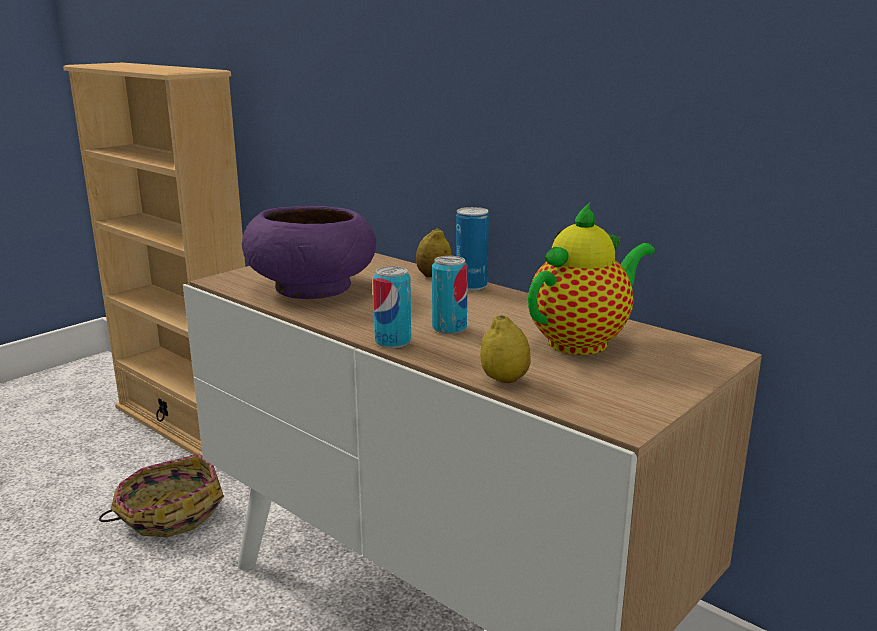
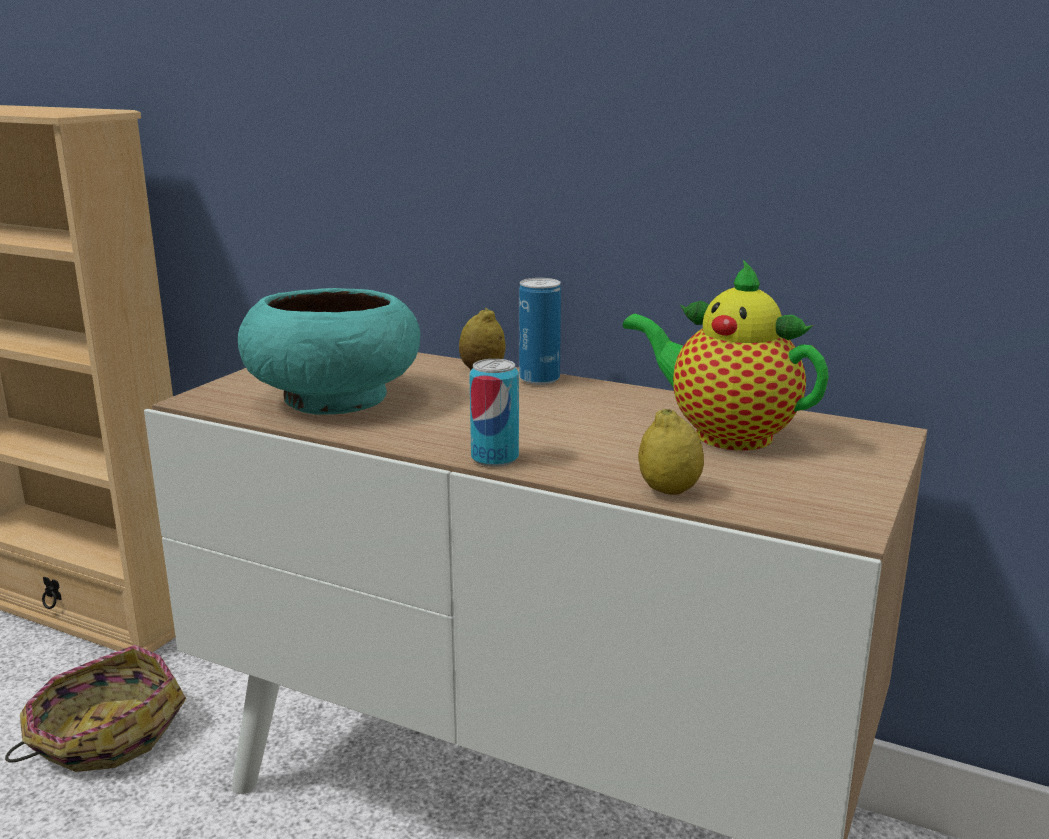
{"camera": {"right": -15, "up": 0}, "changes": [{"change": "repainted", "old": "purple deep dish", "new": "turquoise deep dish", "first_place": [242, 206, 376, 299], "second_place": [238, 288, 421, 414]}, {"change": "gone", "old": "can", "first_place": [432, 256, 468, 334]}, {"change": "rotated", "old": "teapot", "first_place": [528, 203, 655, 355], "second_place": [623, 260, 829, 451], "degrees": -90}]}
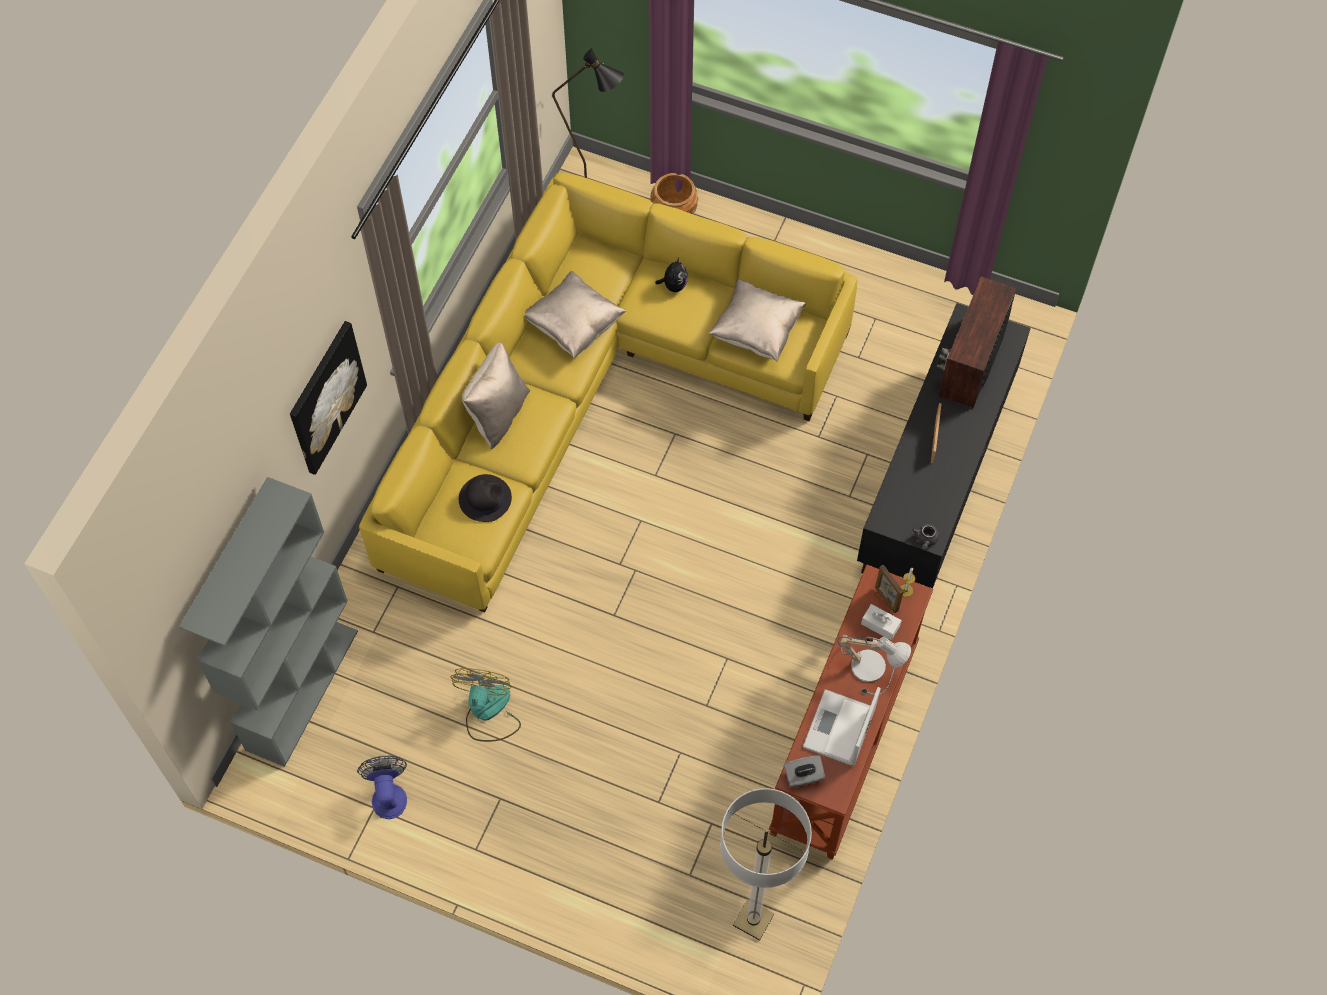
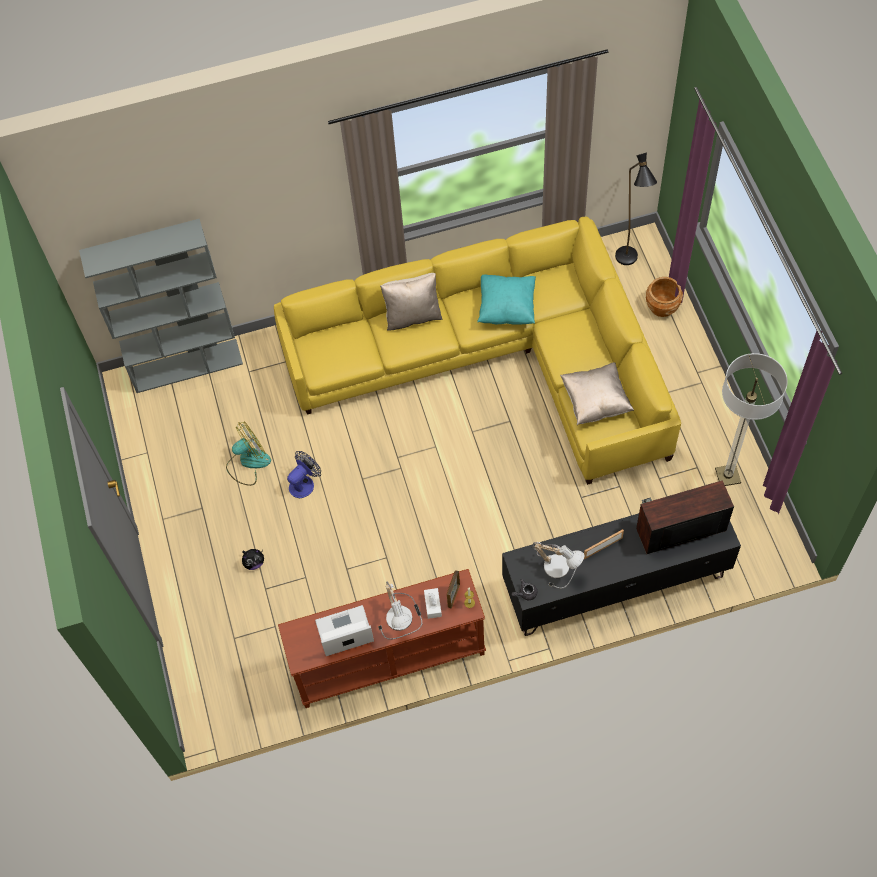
{"camera": {"right": 55, "up": 0}, "changes": [{"change": "gone", "old": "picture", "first_place": [290, 321, 367, 475]}, {"change": "shifted", "old": "electric fan", "first_place": [357, 756, 407, 819], "second_place": [287, 451, 321, 498]}, {"change": "gone", "old": "black-coloured clothing hat", "first_place": [459, 474, 512, 522]}, {"change": "repainted", "old": "beige-coloured cushion", "new": "turquoise cushion", "first_place": [525, 271, 626, 359], "second_place": [477, 274, 536, 325]}, {"change": "shifted", "old": "soft toy", "first_place": [655, 258, 688, 292], "second_place": [242, 549, 264, 570]}, {"change": "shifted", "old": "standard lamp", "first_place": [720, 788, 812, 941], "second_place": [715, 353, 788, 486]}, {"change": "gone", "old": "gray tissue holder", "first_place": [784, 755, 825, 788]}, {"change": "new", "new": "lamp for a table", "second_place": [533, 542, 584, 589]}]}
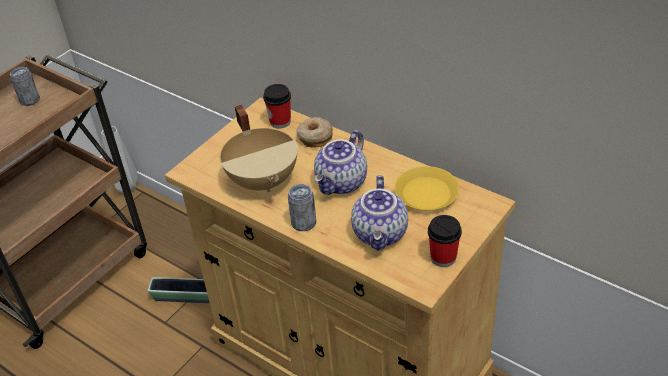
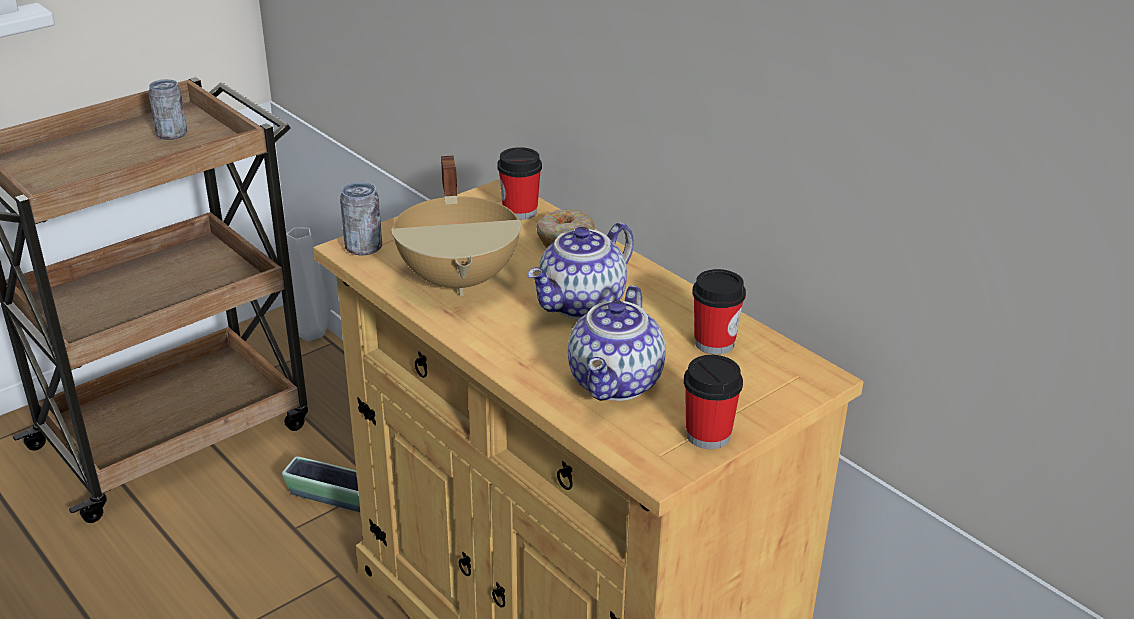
{"camera": {"right": 10, "up": -10}, "changes": [{"change": "shifted", "old": "can", "first_place": [288, 184, 316, 231], "second_place": [340, 182, 382, 256]}, {"change": "swapped", "old": "yellow-coloured plate", "new": "drinking cup", "first_place": [395, 166, 459, 211], "second_place": [692, 269, 746, 355]}]}
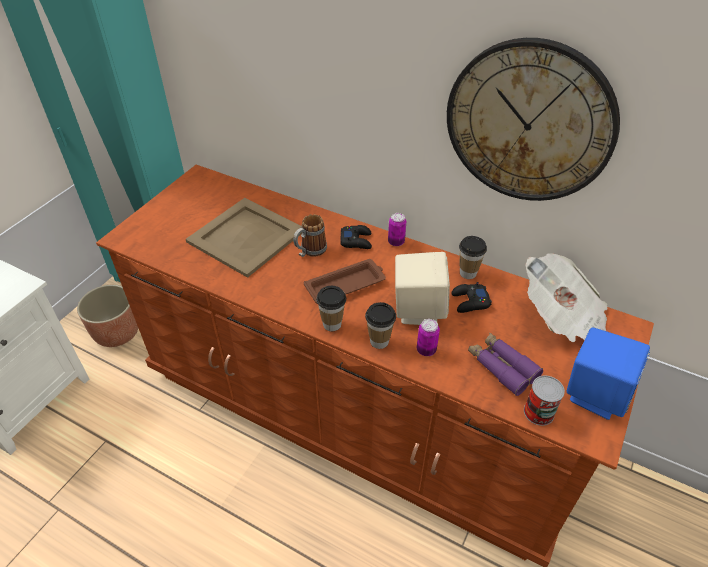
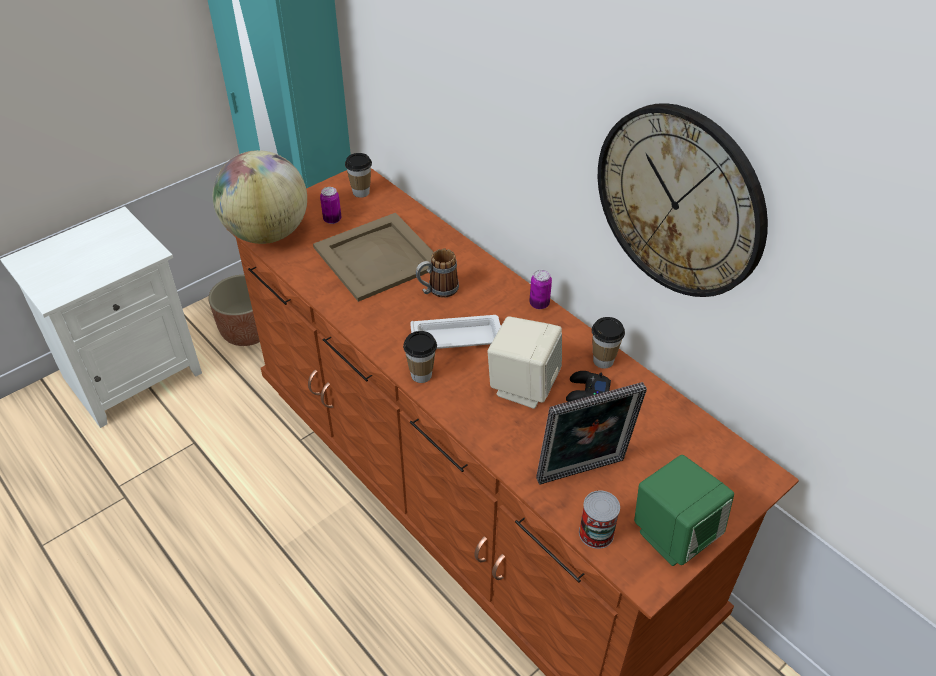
{"camera": {"right": 20, "up": 0}, "changes": [{"change": "repainted", "old": "brownish carrying tray", "new": "whitish carrying tray", "first_place": [304, 259, 386, 304], "second_place": [410, 315, 502, 349]}, {"change": "gone", "old": "black-coloured game controller", "first_place": [340, 225, 372, 249]}, {"change": "shifted", "old": "drinking cup", "first_place": [365, 302, 396, 349], "second_place": [345, 153, 372, 198]}, {"change": "shifted", "old": "can", "first_place": [417, 319, 440, 356], "second_place": [320, 187, 341, 224]}, {"change": "swapped", "old": "purple binoculars", "new": "picture frame", "first_place": [468, 332, 543, 396], "second_place": [536, 382, 647, 485]}, {"change": "gone", "old": "printed paper", "first_place": [525, 253, 608, 342]}, {"change": "repainted", "old": "blue loudspeaker", "new": "greenish loudspeaker", "first_place": [567, 327, 650, 420], "second_place": [634, 455, 734, 566]}, {"change": "new", "new": "world globe", "second_place": [213, 150, 307, 244]}]}
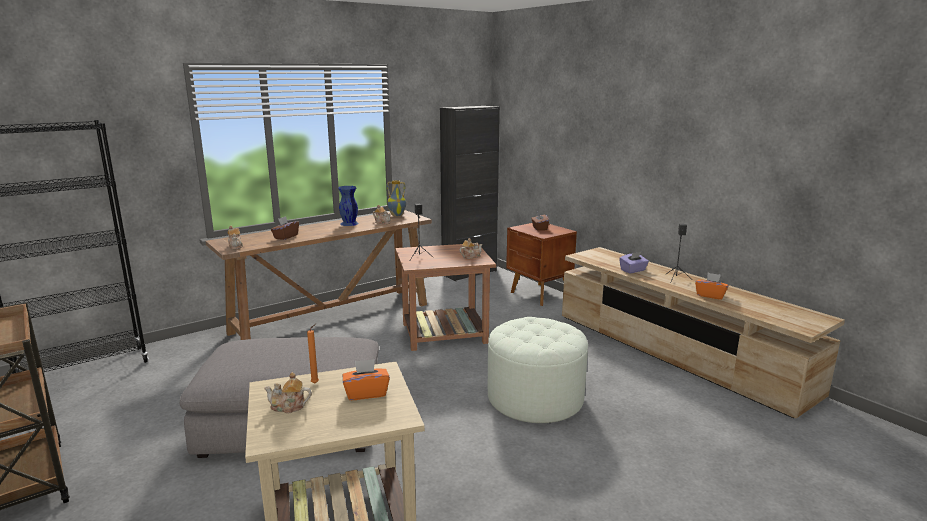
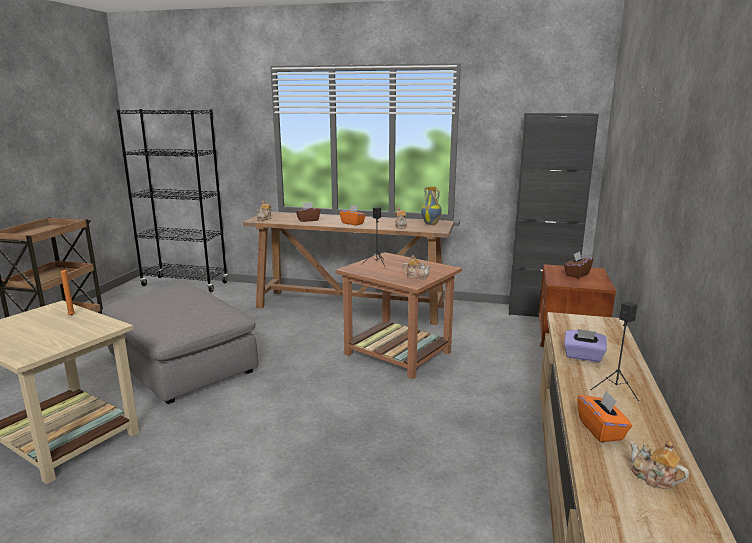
{"camera": {"right": 50, "up": 0}, "changes": [{"change": "shifted", "old": "teapot", "first_place": [264, 372, 312, 413], "second_place": [630, 440, 689, 489]}, {"change": "gone", "old": "blue flower vase", "first_place": [338, 186, 359, 226]}, {"change": "shifted", "old": "orange-coloured tissue holder", "first_place": [343, 359, 390, 400], "second_place": [339, 205, 366, 226]}, {"change": "gone", "old": "whitish footrest", "first_place": [488, 317, 588, 423]}]}
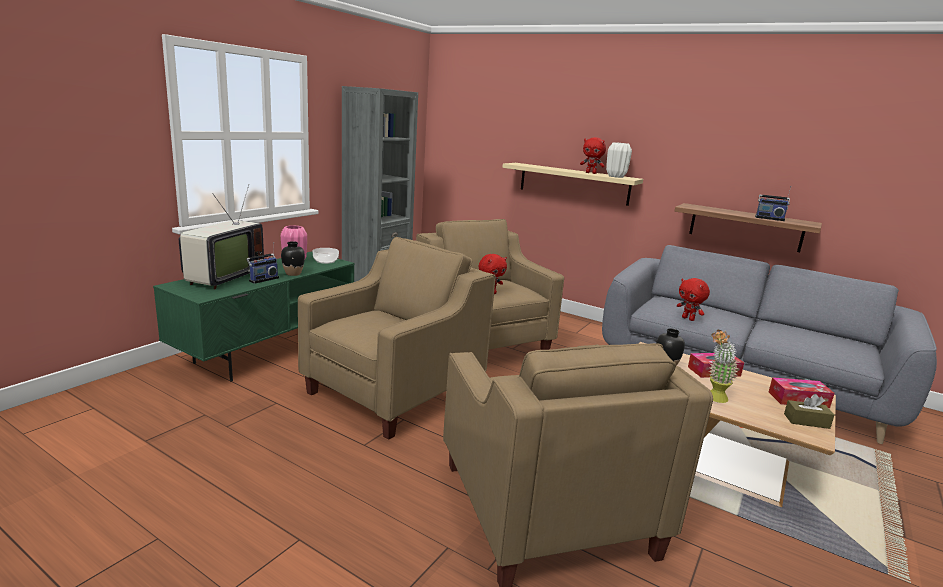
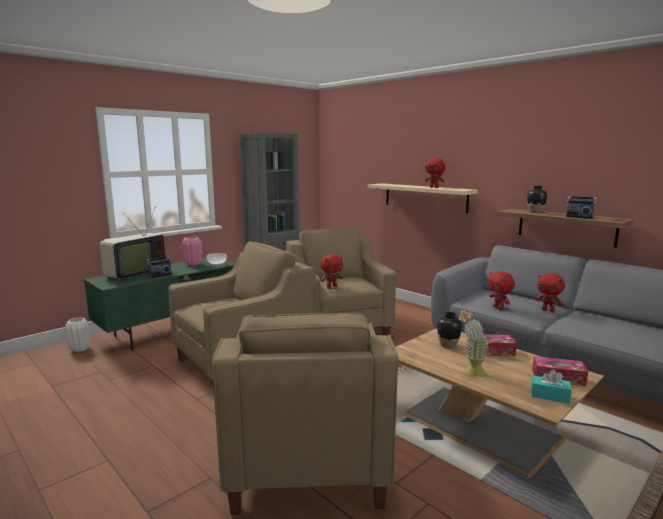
{"camera": {"right": 15, "up": -5}, "changes": [{"change": "shifted", "old": "black-coloured flower vase", "first_place": [281, 241, 305, 276], "second_place": [527, 186, 547, 213]}, {"change": "shifted", "old": "whitish flower vase", "first_place": [606, 142, 632, 178], "second_place": [65, 318, 90, 352]}, {"change": "repainted", "old": "brownish tissue holder", "new": "turquoise tissue holder", "first_place": [784, 394, 834, 429], "second_place": [532, 369, 572, 404]}, {"change": "new", "new": "reddish soft toy", "second_place": [535, 273, 565, 312]}]}
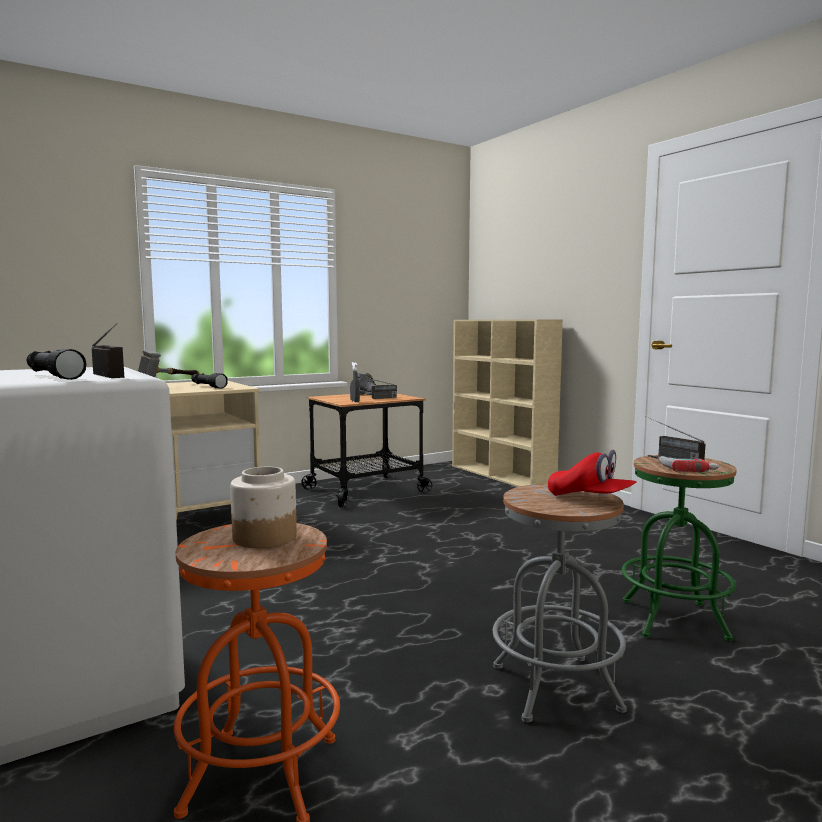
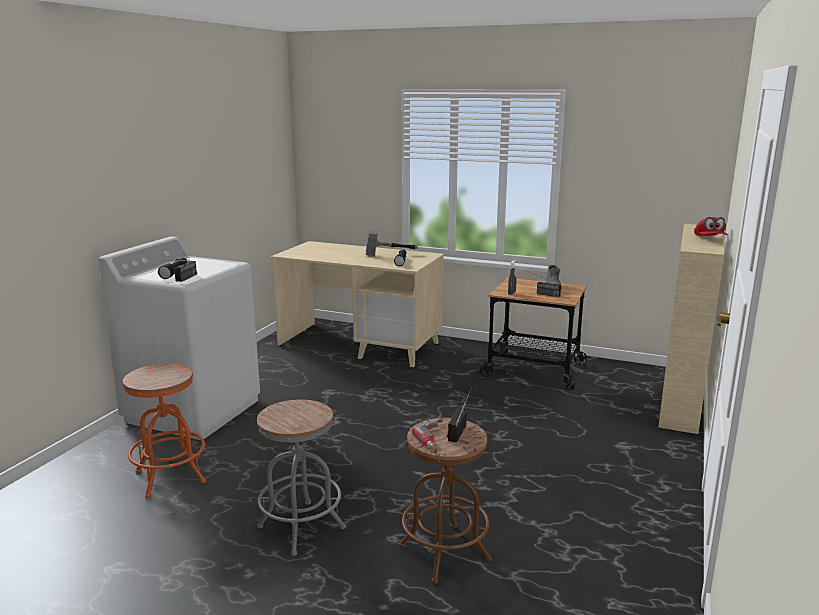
{"camera": {"right": 55, "up": 10}, "changes": [{"change": "gone", "old": "storage jar", "first_place": [230, 467, 297, 548]}, {"change": "shifted", "old": "reddish peaked cap", "first_place": [548, 450, 637, 496], "second_place": [694, 217, 728, 236]}, {"change": "repainted", "old": "greenish stool seat", "new": "brownish stool seat", "first_place": [622, 455, 737, 641], "second_place": [400, 418, 492, 584]}]}
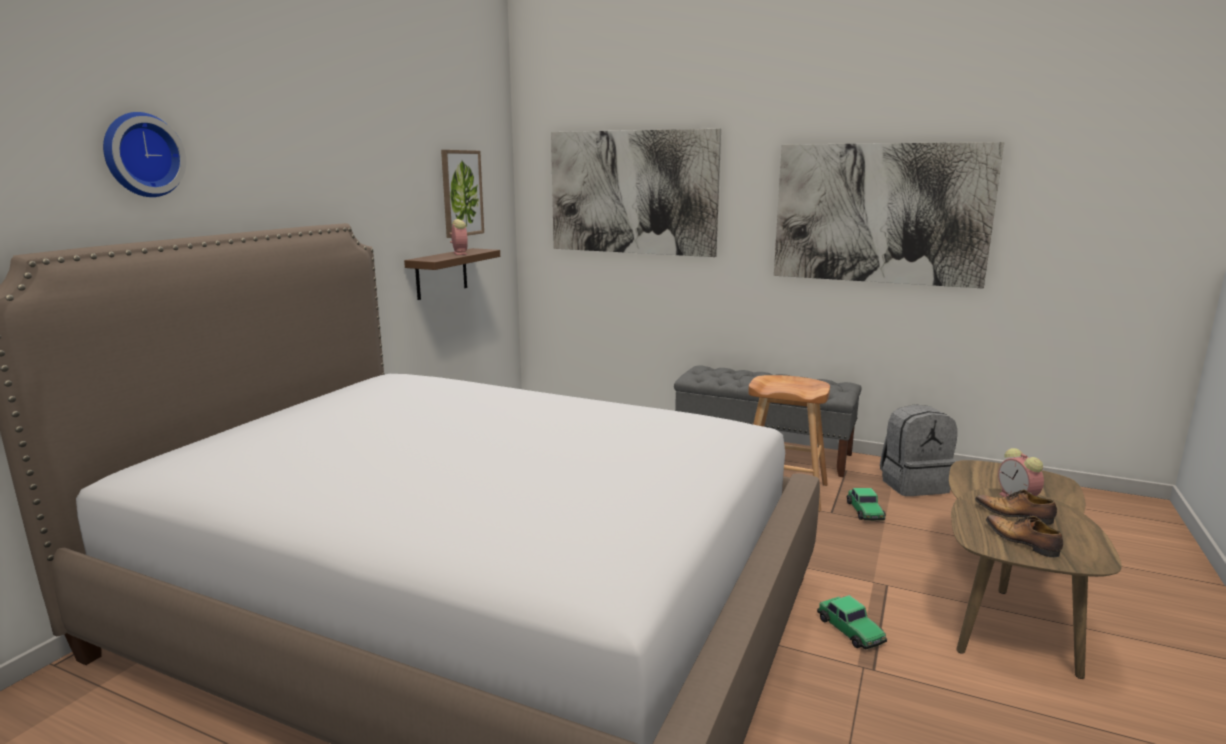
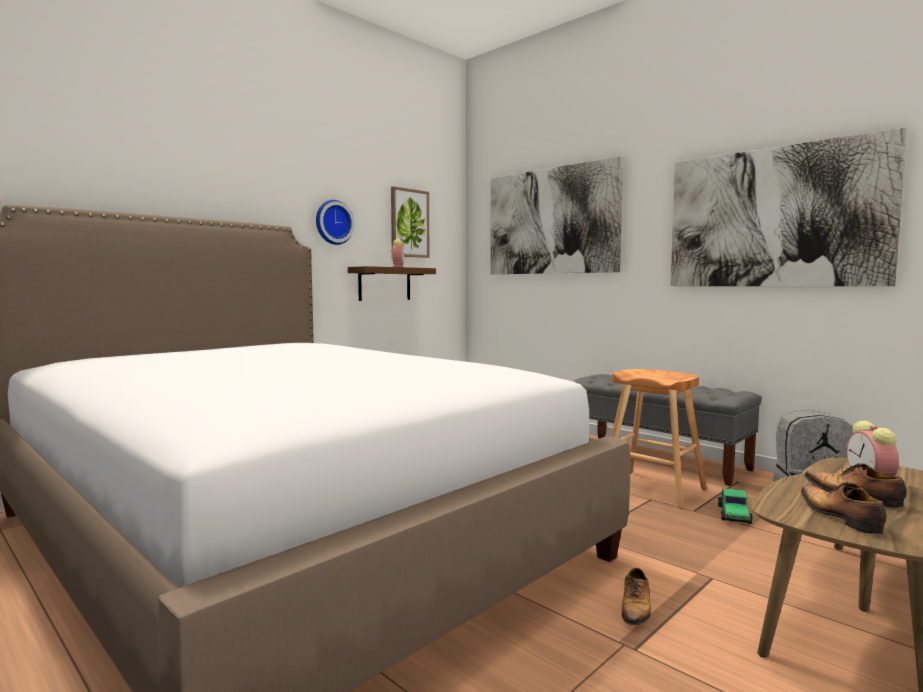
{"camera": {"right": 20, "up": -10}, "changes": [{"change": "shifted", "old": "wall clock", "first_place": [103, 112, 186, 197], "second_place": [316, 200, 354, 245]}, {"change": "swapped", "old": "model car", "new": "shoe", "first_place": [817, 595, 887, 649], "second_place": [622, 568, 651, 625]}]}
